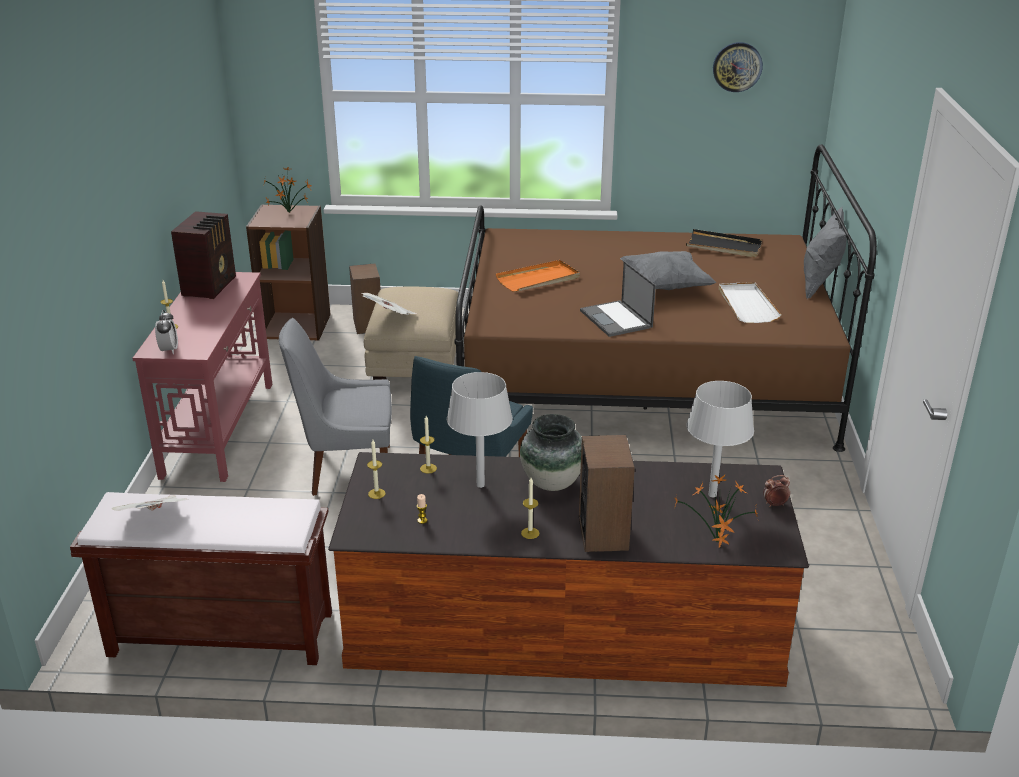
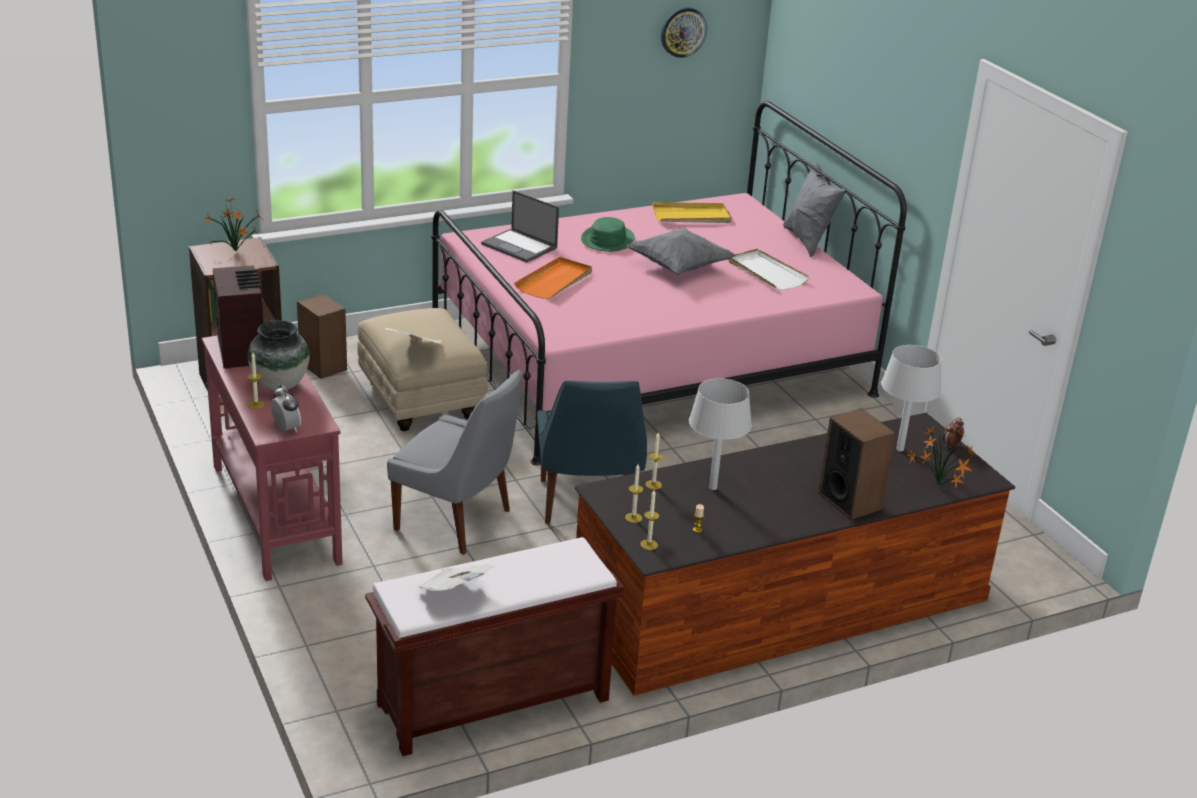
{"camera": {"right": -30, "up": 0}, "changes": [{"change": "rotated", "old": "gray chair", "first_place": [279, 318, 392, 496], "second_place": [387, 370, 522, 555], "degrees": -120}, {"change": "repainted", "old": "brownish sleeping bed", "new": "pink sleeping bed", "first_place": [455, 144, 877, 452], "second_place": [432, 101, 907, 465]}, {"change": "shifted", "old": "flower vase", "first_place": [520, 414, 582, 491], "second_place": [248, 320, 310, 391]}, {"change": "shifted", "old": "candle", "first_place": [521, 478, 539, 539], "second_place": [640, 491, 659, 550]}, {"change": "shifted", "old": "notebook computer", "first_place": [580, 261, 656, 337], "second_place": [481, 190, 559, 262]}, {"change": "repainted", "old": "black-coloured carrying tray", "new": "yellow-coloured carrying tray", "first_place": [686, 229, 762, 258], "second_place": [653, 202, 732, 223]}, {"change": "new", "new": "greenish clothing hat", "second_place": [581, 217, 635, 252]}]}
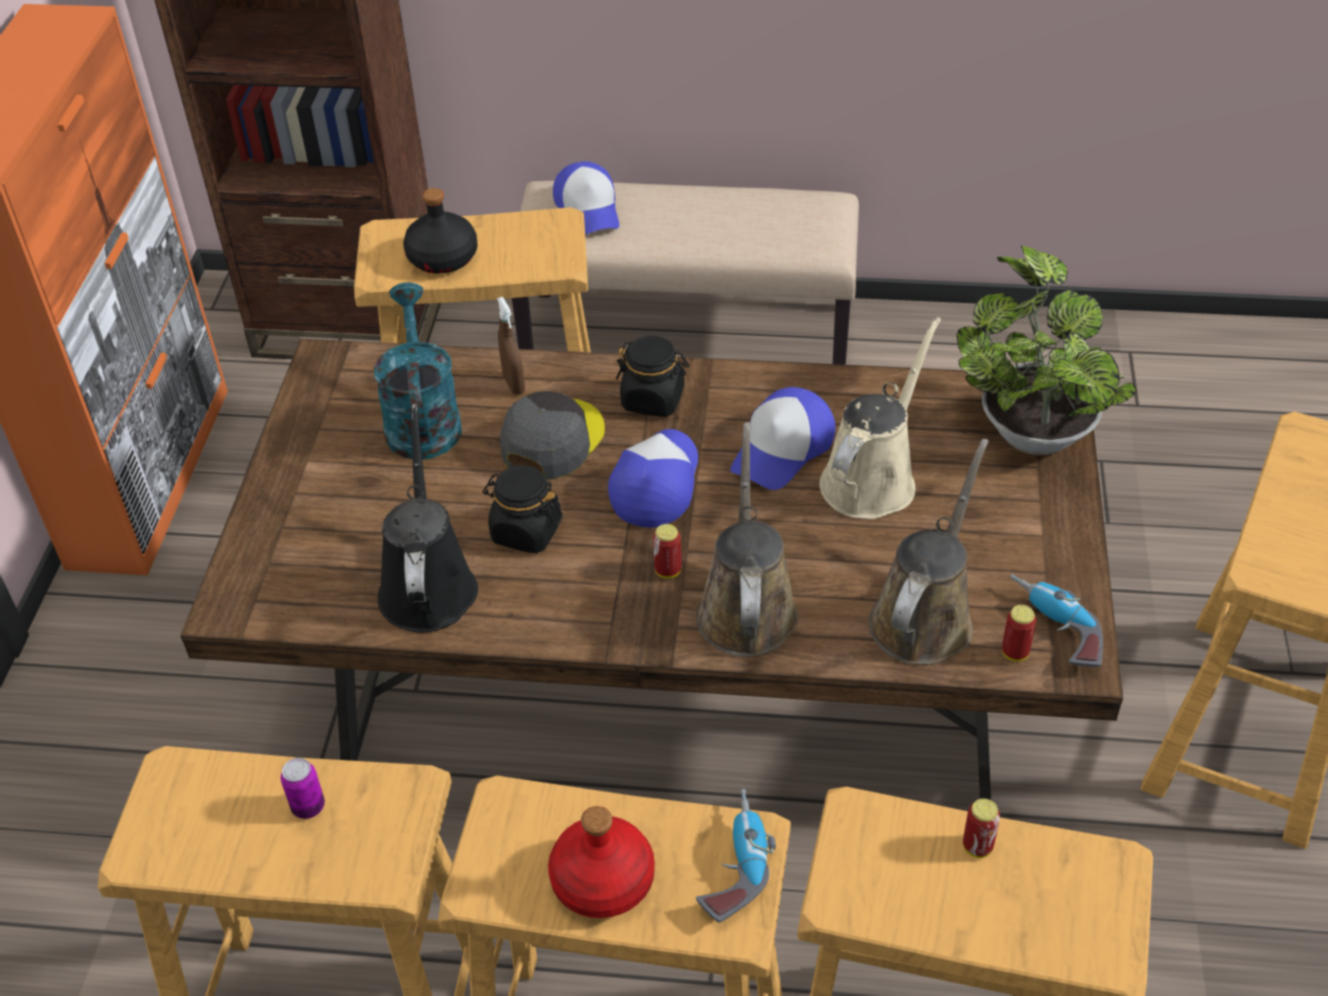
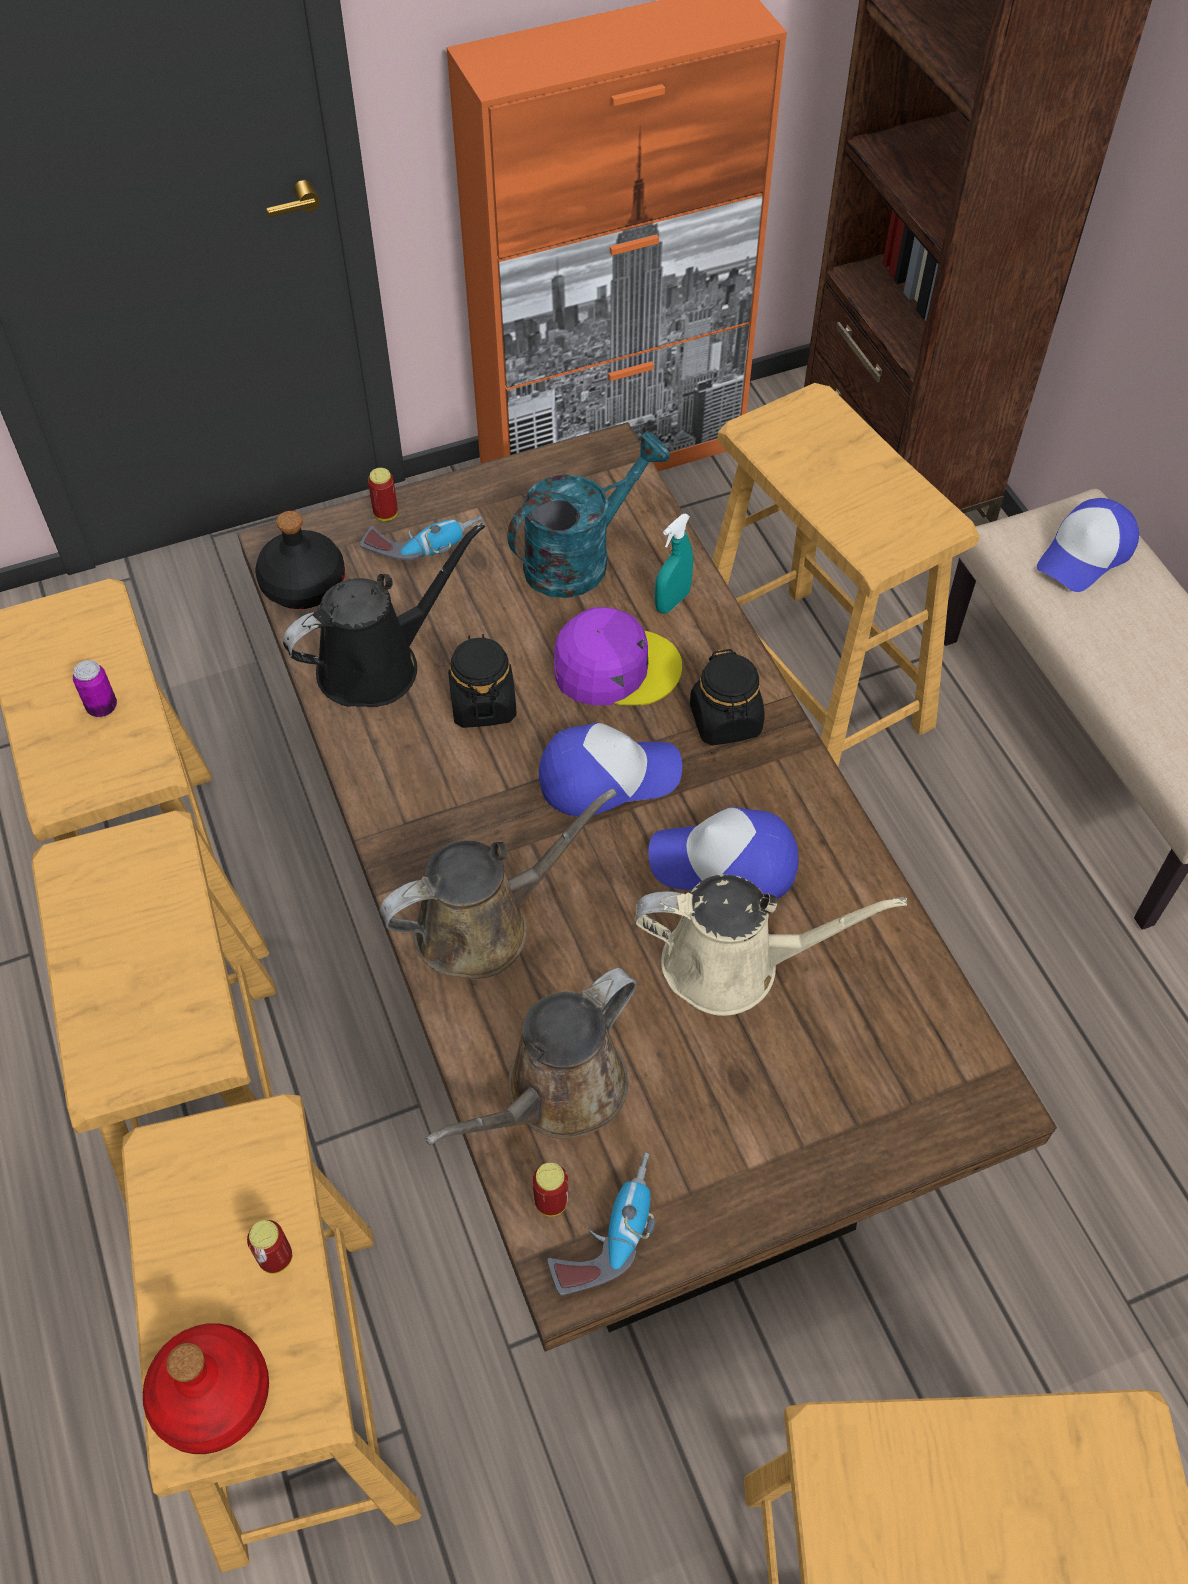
{"camera": {"right": 60, "up": 10}, "changes": [{"change": "shifted", "old": "black-coloured bottle", "first_place": [403, 188, 478, 274], "second_place": [255, 511, 345, 609]}, {"change": "repainted", "old": "brownish hand sprayer", "new": "turquoise hand sprayer", "first_place": [497, 297, 525, 395], "second_place": [655, 514, 693, 614]}, {"change": "repainted", "old": "gray peaked cap", "new": "purple peaked cap", "first_place": [500, 391, 605, 480], "second_place": [554, 607, 682, 706]}, {"change": "shifted", "old": "reddish bottle", "first_place": [548, 806, 655, 918], "second_place": [143, 1323, 269, 1454]}, {"change": "shifted", "old": "can", "first_place": [653, 524, 682, 578], "second_place": [368, 468, 398, 521]}, {"change": "shifted", "old": "drill", "first_place": [696, 789, 776, 923], "second_place": [360, 516, 482, 560]}, {"change": "rotated", "old": "brownish watering pot", "first_place": [869, 439, 989, 665], "second_place": [425, 968, 637, 1145], "degrees": 135}, {"change": "gone", "old": "houseplant", "first_place": [957, 246, 1136, 455]}]}
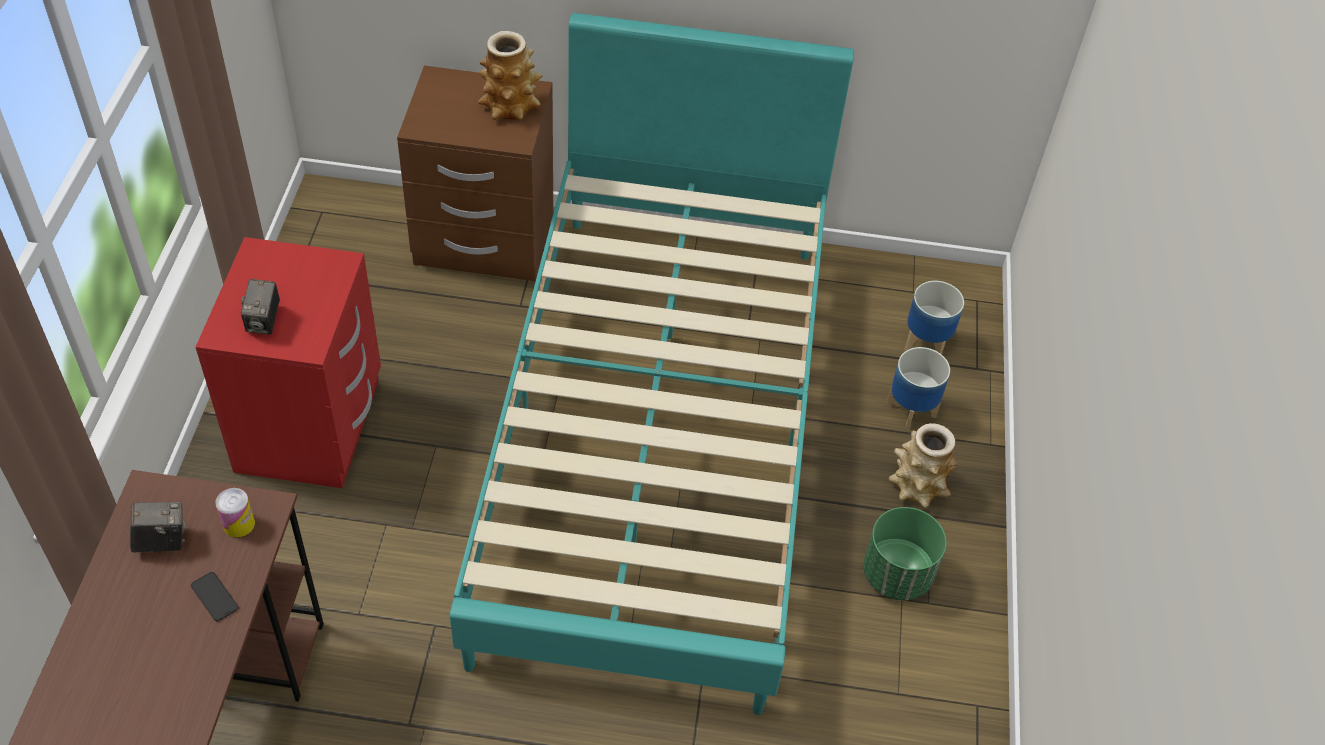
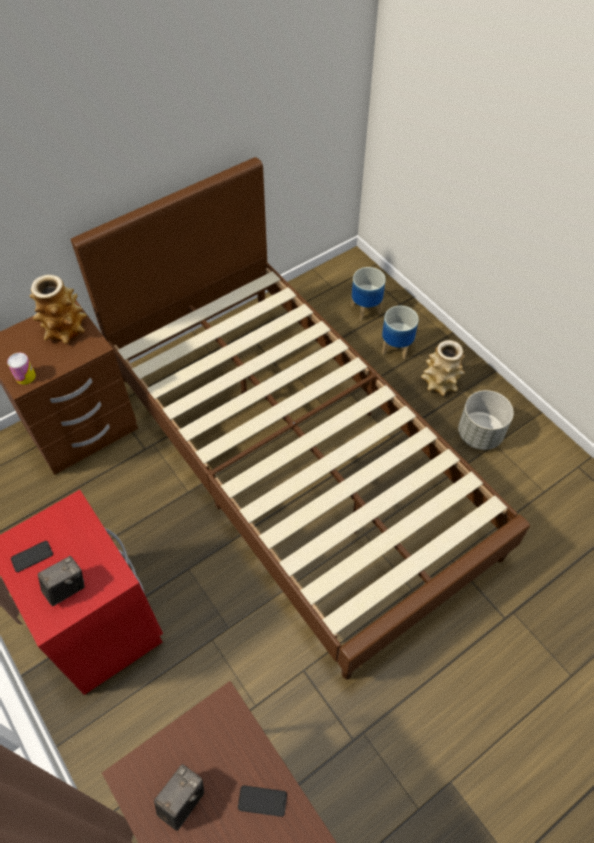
{"camera": {"right": -40, "up": 5}, "changes": [{"change": "shifted", "old": "can", "first_place": [215, 488, 255, 538], "second_place": [7, 353, 36, 385]}, {"change": "rotated", "old": "photo camera", "first_place": [241, 279, 280, 335], "second_place": [38, 556, 85, 606], "degrees": -90}, {"change": "repainted", "old": "turquoise sleeping bed", "new": "brownish sleeping bed", "first_place": [450, 13, 854, 715], "second_place": [71, 157, 530, 680]}, {"change": "repainted", "old": "greenish planter", "new": "gray planter", "first_place": [863, 507, 947, 600], "second_place": [458, 390, 514, 450]}, {"change": "new", "new": "phone", "second_place": [11, 541, 53, 572]}]}
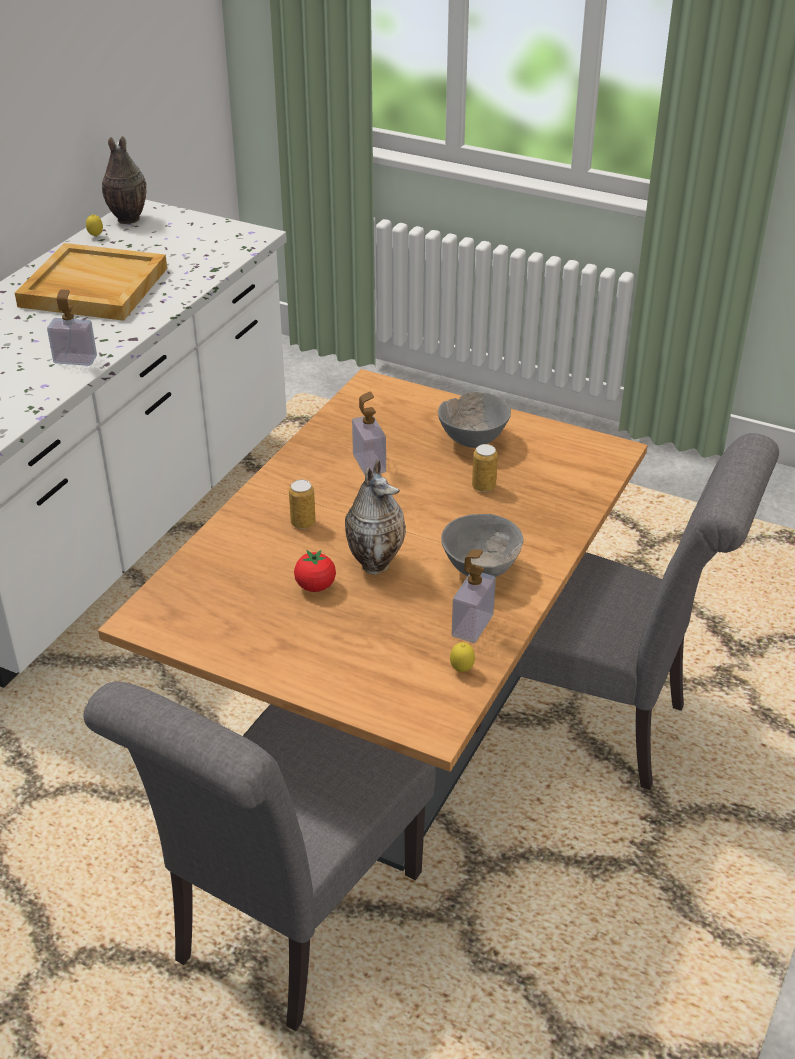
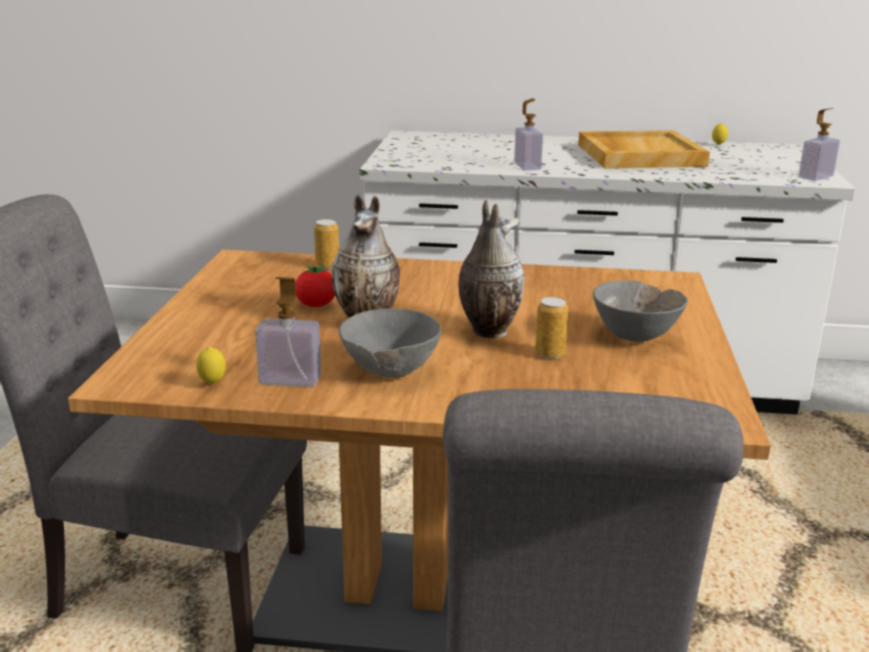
{"camera": {"right": 70, "up": -15}, "changes": [{"change": "shifted", "old": "flower vase", "first_place": [102, 136, 146, 224], "second_place": [459, 200, 525, 338]}, {"change": "shifted", "old": "can", "first_place": [289, 480, 316, 529], "second_place": [314, 219, 339, 269]}, {"change": "shifted", "old": "soap dispenser", "first_place": [352, 392, 386, 475], "second_place": [799, 108, 840, 181]}]}
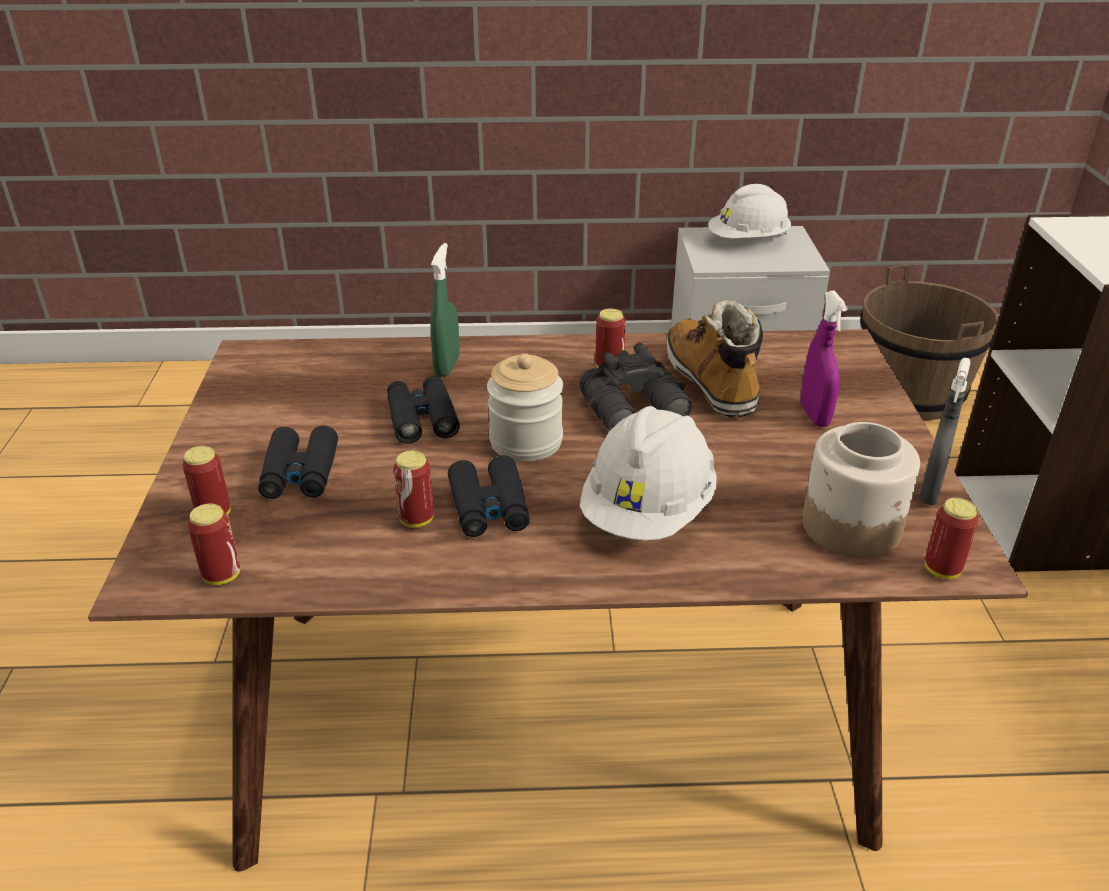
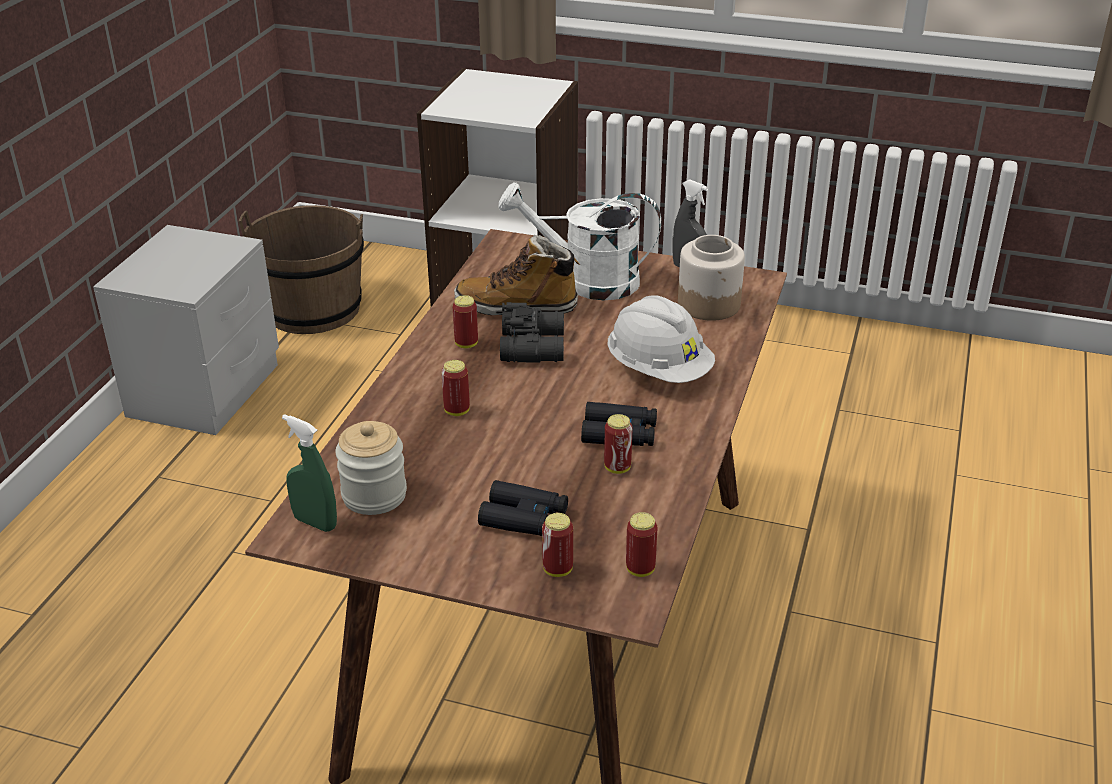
{"camera": {"right": -70, "up": 0}, "changes": [{"change": "gone", "old": "black-coloured binoculars", "first_place": [387, 376, 460, 444]}, {"change": "shifted", "old": "greenish hand sprayer", "first_place": [430, 243, 459, 377], "second_place": [282, 414, 337, 532]}, {"change": "shifted", "old": "storage jar", "first_place": [487, 354, 563, 462], "second_place": [335, 421, 407, 515]}, {"change": "gone", "old": "whitish work helmet", "first_place": [708, 184, 791, 238]}, {"change": "swapped", "old": "purple hand sprayer", "new": "whitish watering pot", "first_place": [800, 291, 848, 427], "second_place": [499, 182, 661, 300]}, {"change": "shifted", "old": "can", "first_place": [925, 498, 979, 579], "second_place": [441, 360, 470, 416]}]}
